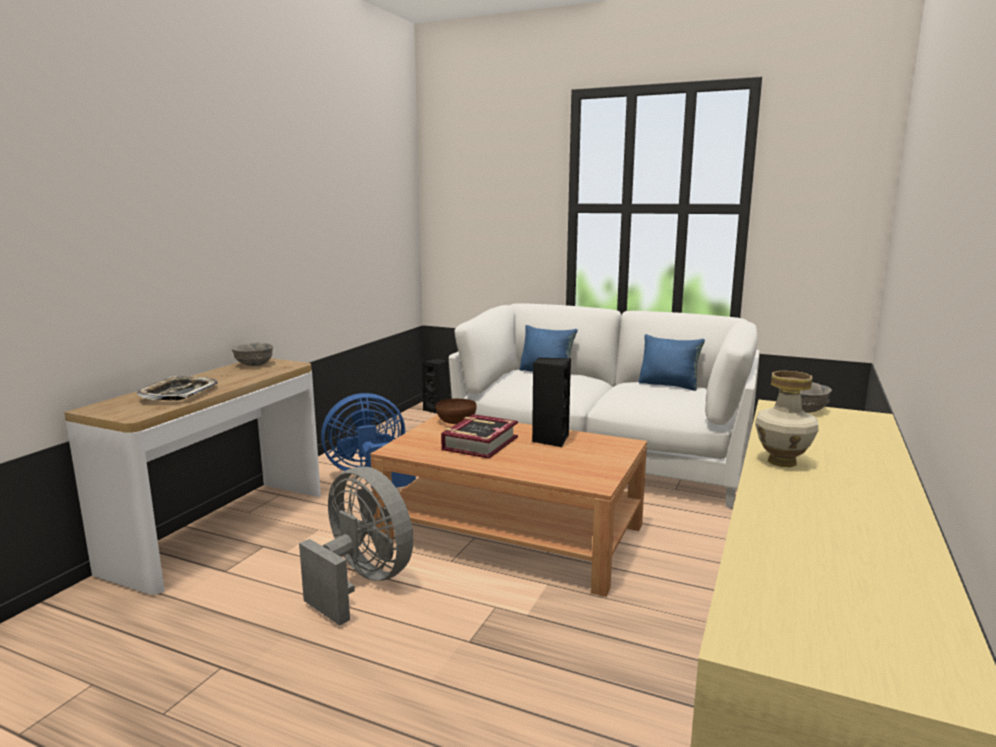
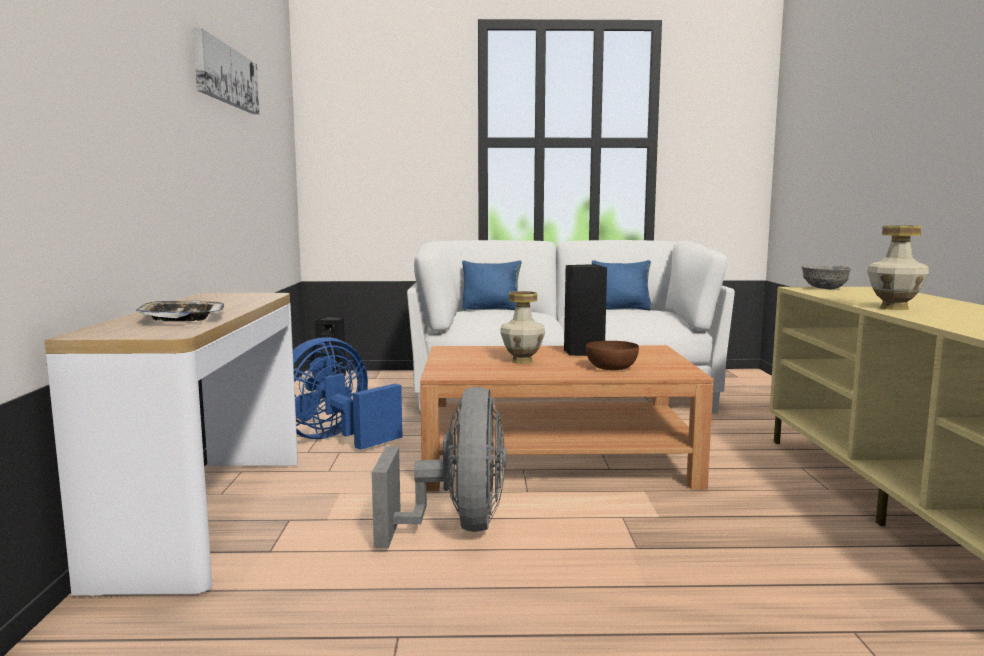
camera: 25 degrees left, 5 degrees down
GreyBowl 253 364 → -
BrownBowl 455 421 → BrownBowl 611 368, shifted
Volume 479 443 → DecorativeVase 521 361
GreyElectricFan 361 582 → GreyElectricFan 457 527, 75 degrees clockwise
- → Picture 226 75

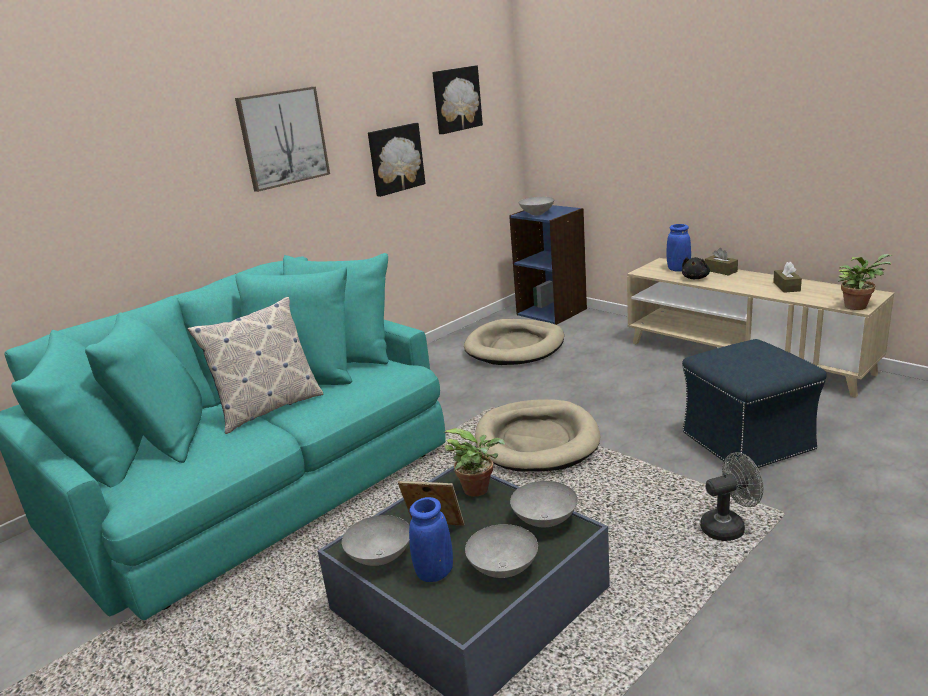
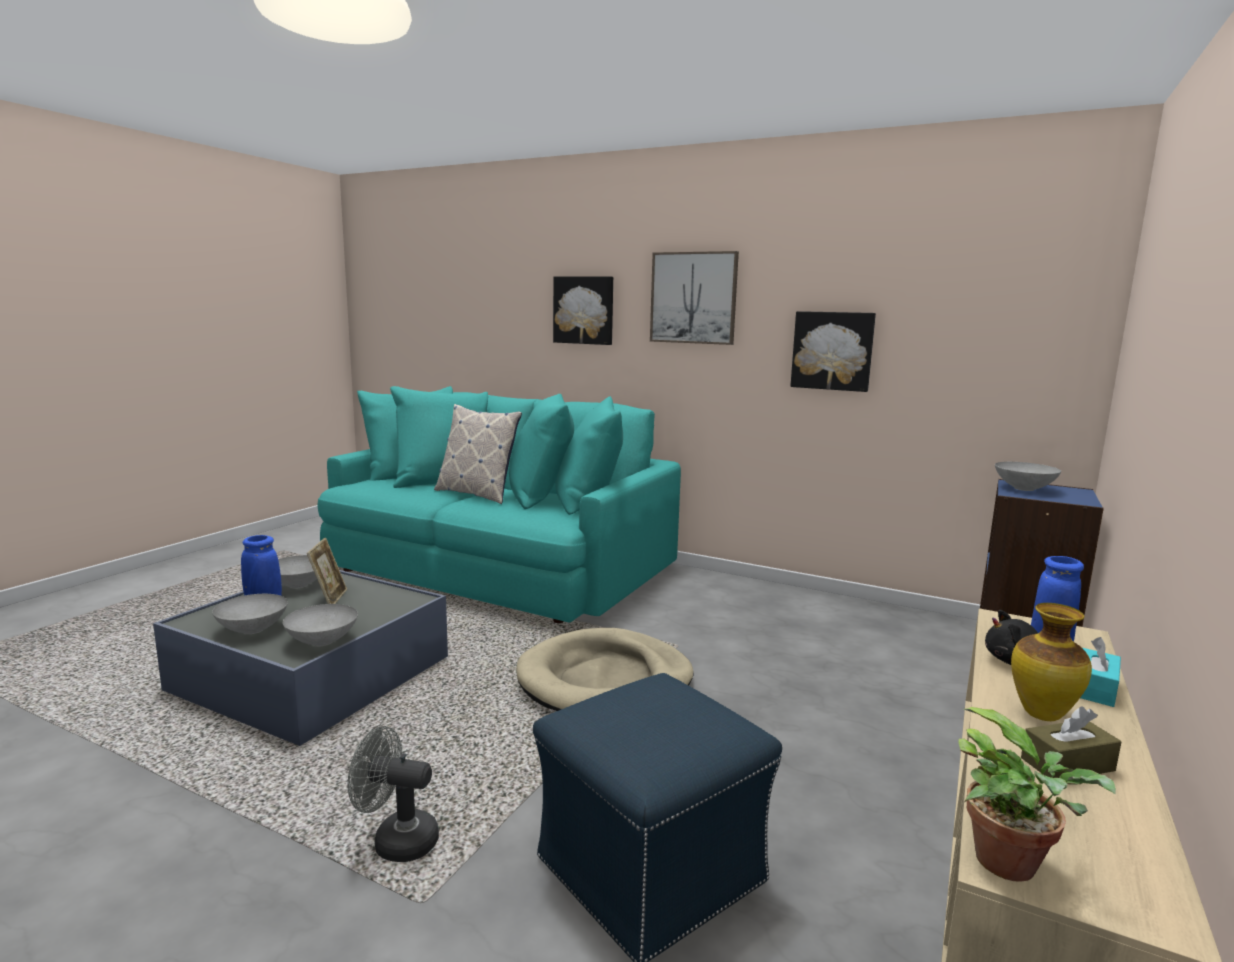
camera: 70 degrees right, 10 degrees down
Picture 456 99 → Picture 584 310, shifted
BrownTissueBox 720 271 → TurquoiseTissueBox 1094 688
SandColouredDogCushion 515 346 → -
PlantInAPot 479 489 → -
GreyElectricFan 728 527 → GreyElectricFan 396 840, 135 degrees clockwise
- → DecorativeVase 1042 714

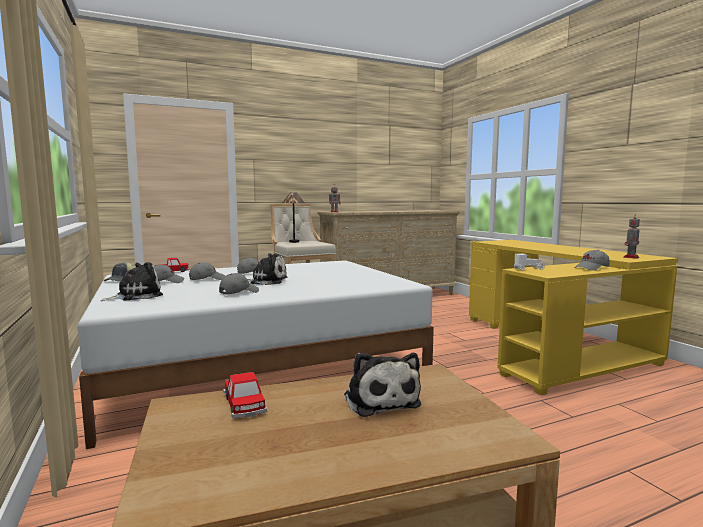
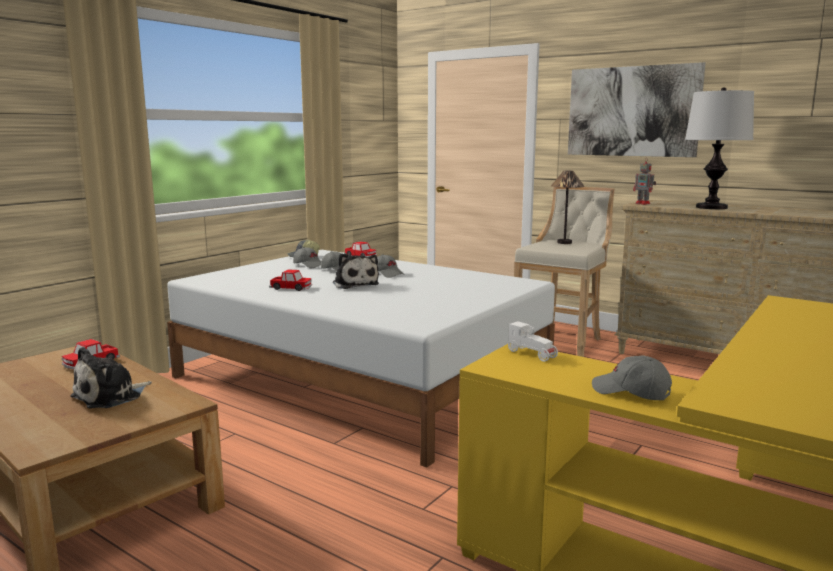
camera: 60 degrees right, 5 degrees up
ToyRobot 631 257 → -
SoftToy 136 296 → -
GreyPeakedCap 239 292 → ToyCar 291 288
- → Picture 632 111
- → LampForATable 711 207

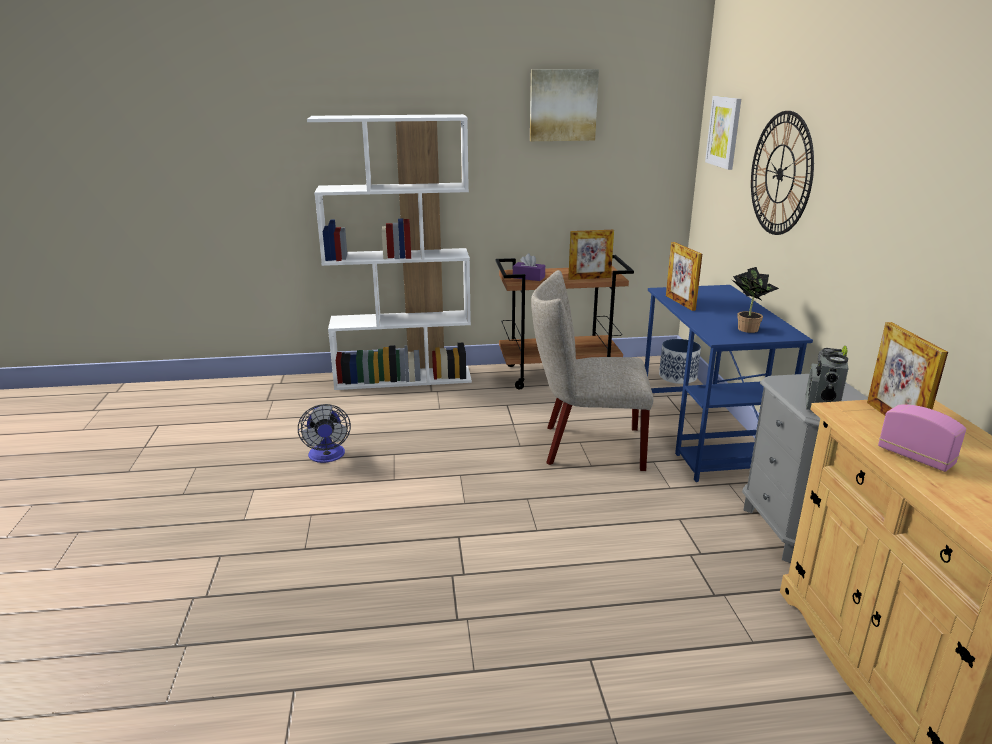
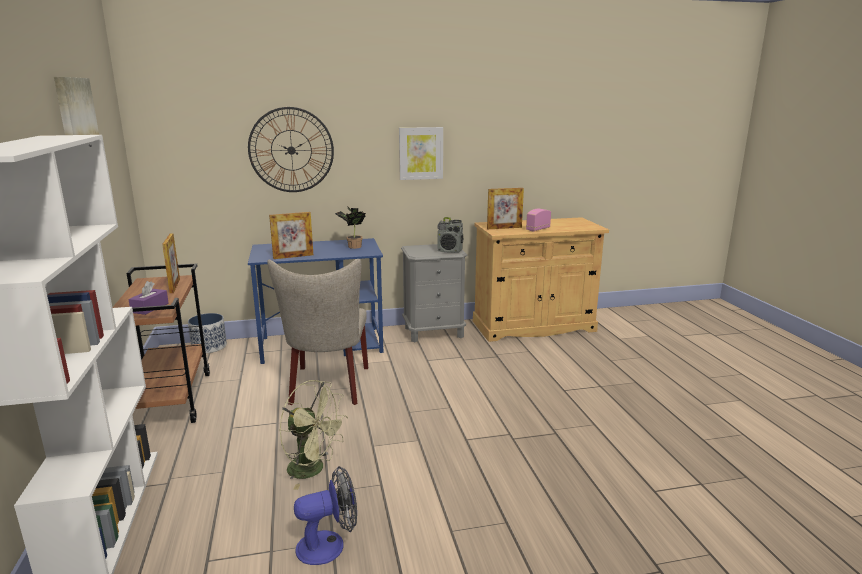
camera: 95 degrees left, 5 degrees down
Picture 724 132 → Picture 420 153, shifted
- → GreenishElectricFan 313 470

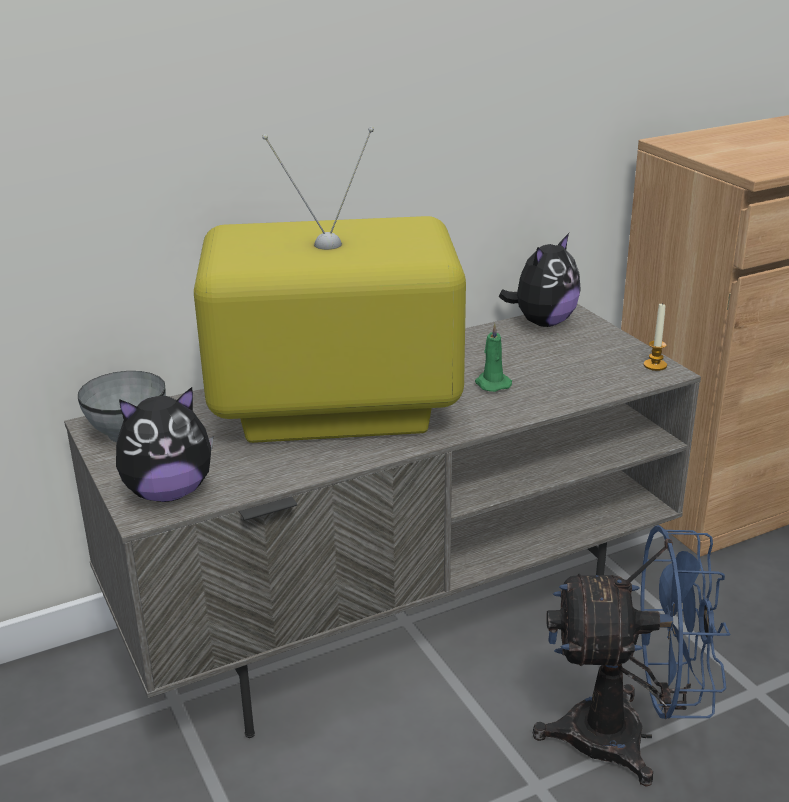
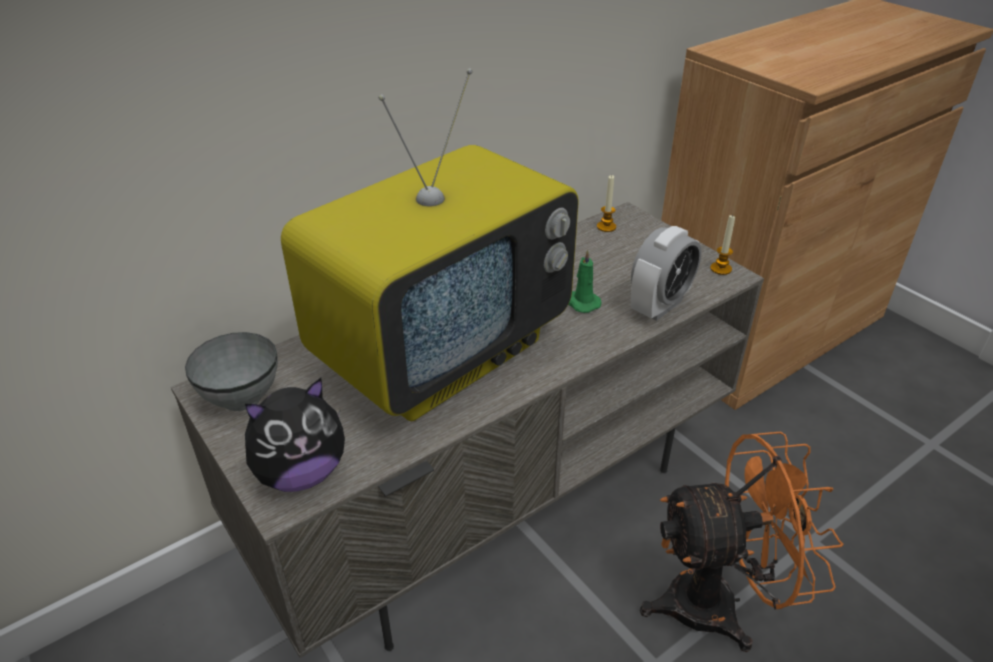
camera: 10 degrees left, 10 degrees up
Television 332 413 → Television 442 352, 150 degrees clockwise
SoftToy 543 322 → Candle 606 227
BlueColouredElectricFan 627 737 → OrangeColouredElectricFan 719 603
- → AlarmClock 659 306

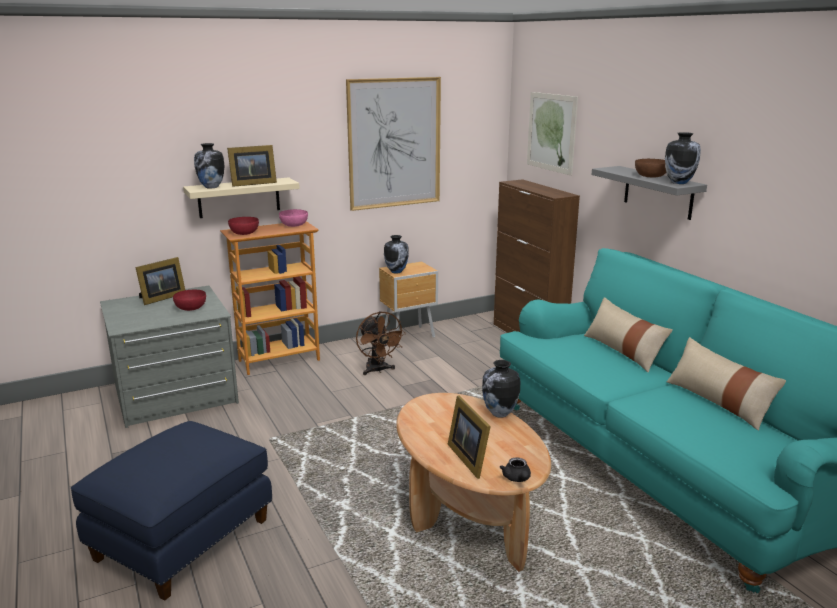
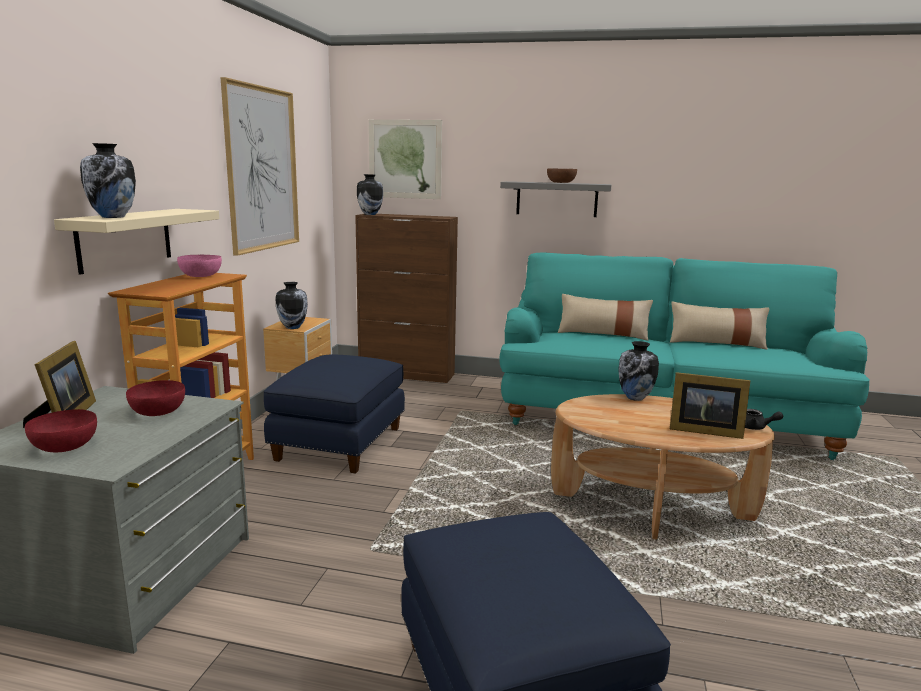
camera: 50 degrees left, 5 degrees down
DecorativeVase 679 182 → DecorativeVase 370 214, shifted
StandingFrame 251 183 → -
RedBowl 244 233 → RedBowl 64 446, shifted
BrownElectricFan 378 370 → BlueColouredFootrest 339 443

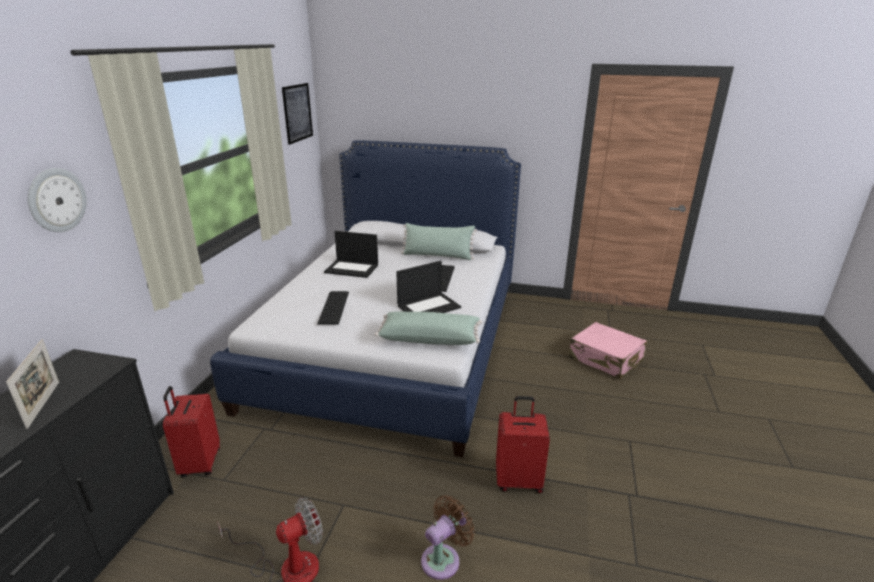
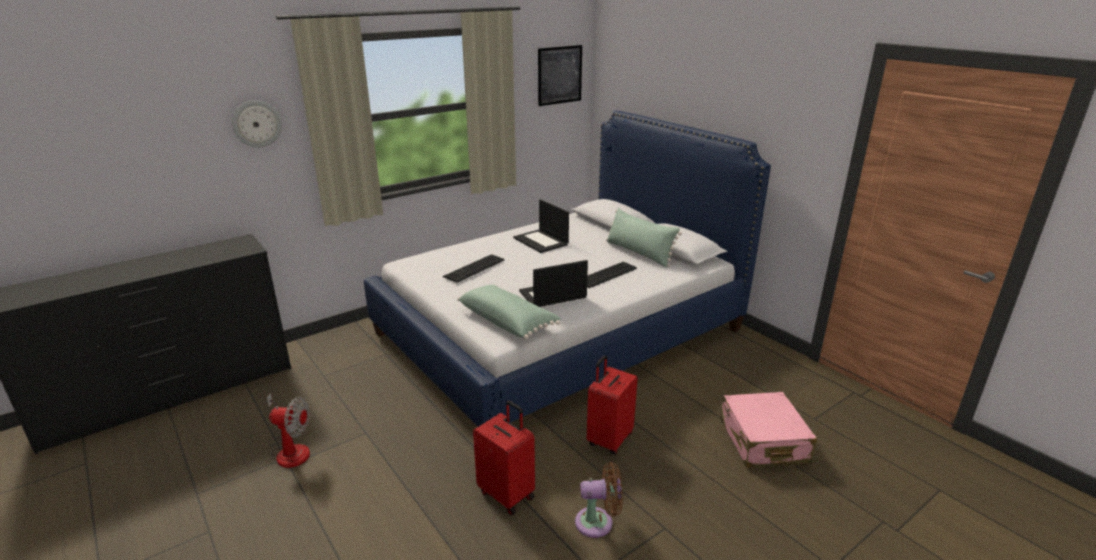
camera: 40 degrees right, 0 degrees up
PortableComputer 429 306 → PortableComputer 552 295, 150 degrees clockwise
StandingFrame 43 404 → -
RedSuitcase 199 463 → RedSuitcase 609 439, shifted
BrownElectricFan 443 559 → BrownElectricFan 598 522, shifted

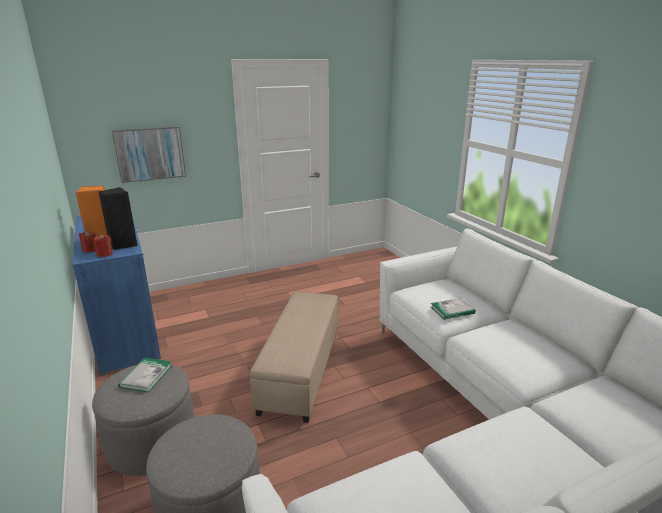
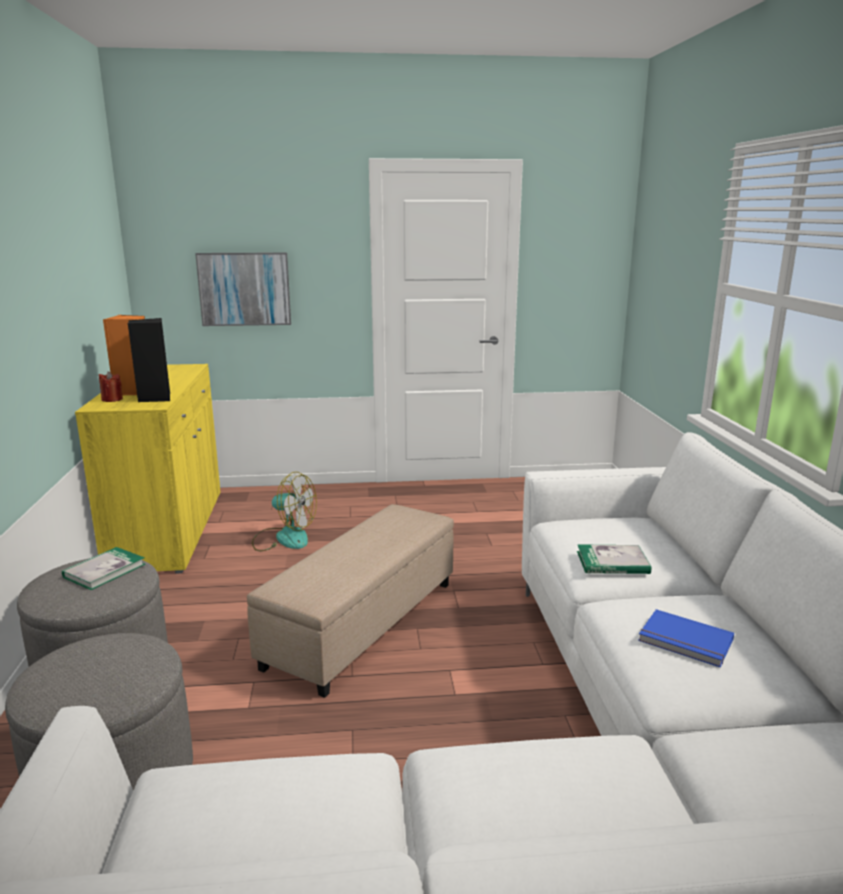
camera: 20 degrees right, 5 degrees down
BlueColouredCabinet 126 332 → YellowishCabinet 169 531
RedCandle 105 254 → -
- → ElectricFan 284 538
- → BlueColouredVolume 685 642

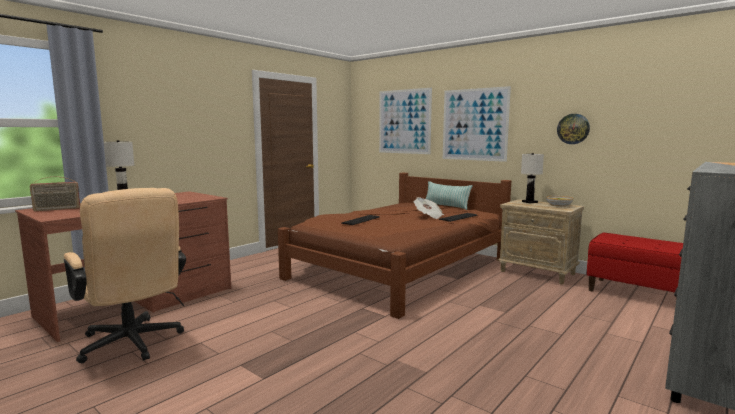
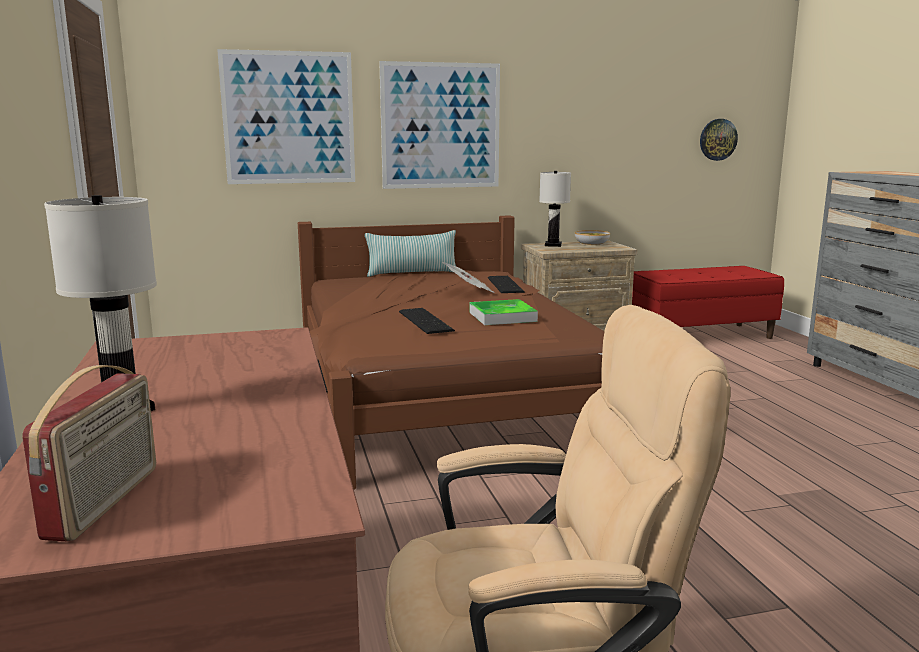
camera: 55 degrees left, 5 degrees up
HangingClock 573 129 → HangingClock 718 139, shifted
- → CarryingTray 502 317

